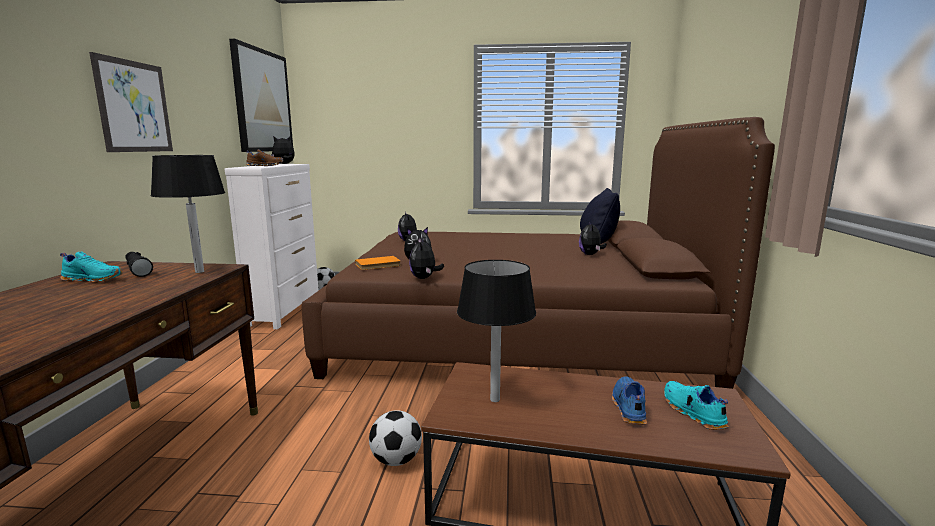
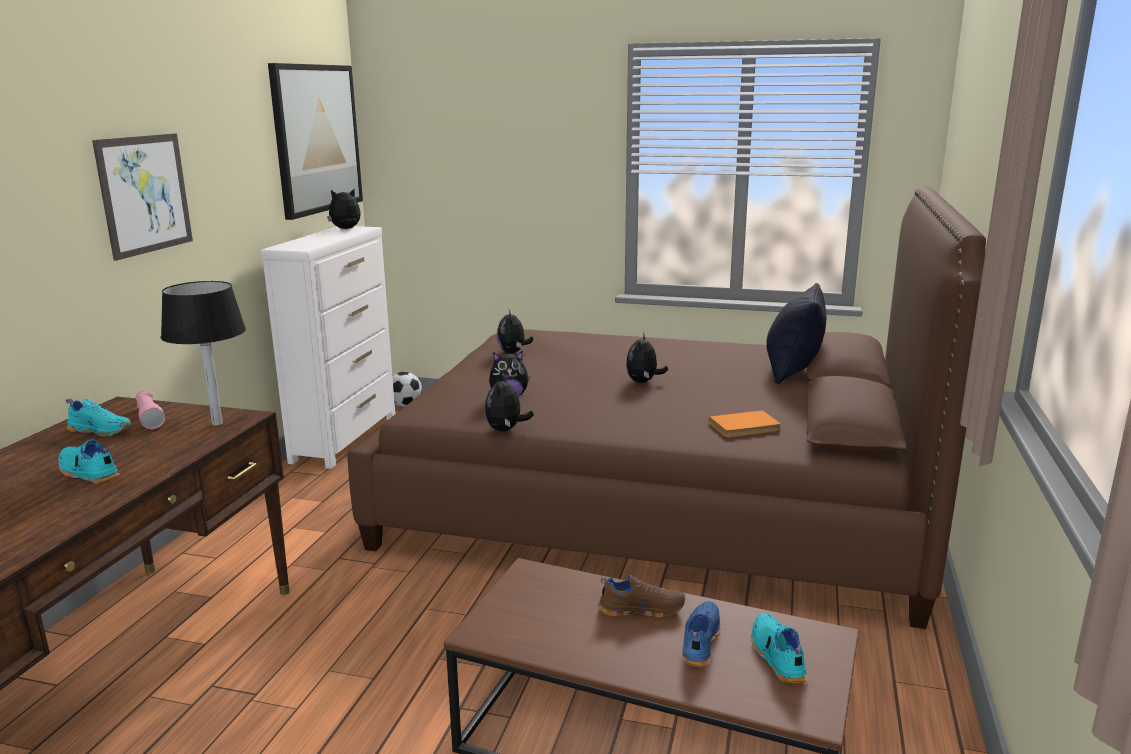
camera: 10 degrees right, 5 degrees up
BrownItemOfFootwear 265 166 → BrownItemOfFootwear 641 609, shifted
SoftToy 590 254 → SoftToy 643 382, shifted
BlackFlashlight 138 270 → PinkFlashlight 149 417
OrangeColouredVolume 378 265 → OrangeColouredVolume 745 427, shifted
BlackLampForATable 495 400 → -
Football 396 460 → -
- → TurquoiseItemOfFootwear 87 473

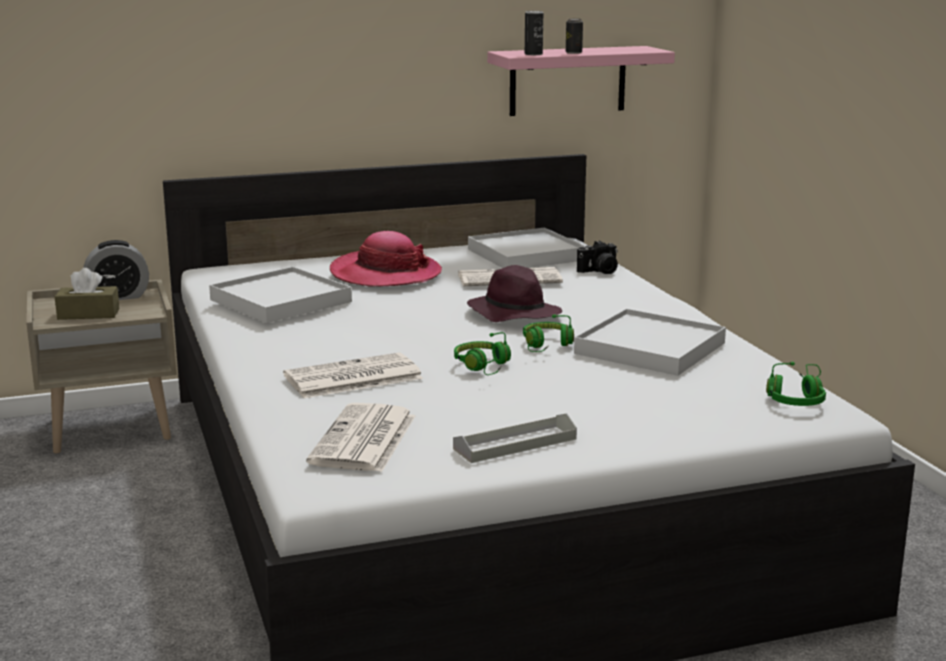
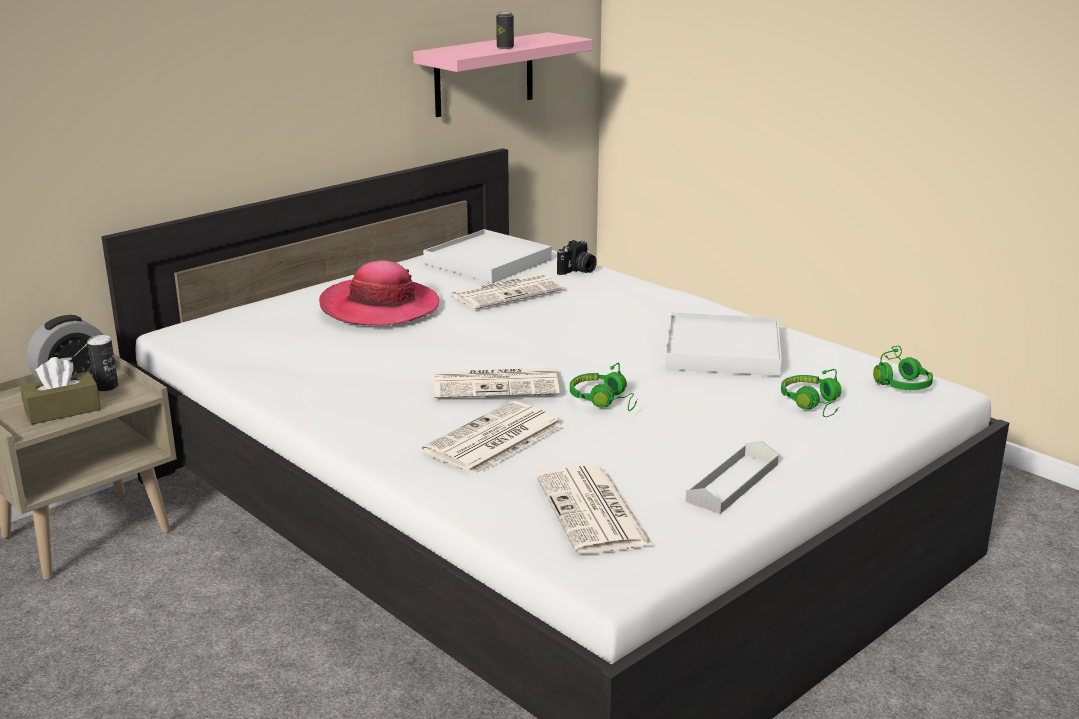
camera: 25 degrees left, 5 degrees up
Can 533 54 → Can 106 387, shifted
PurpleColouredWearableHat 513 314 → -
WhiteColouredCarryingTray 281 301 → -
GreenishPairOfHeadphones 546 346 → GreenishPairOfHeadphones 813 404, shifted
- → Newspaper 497 384

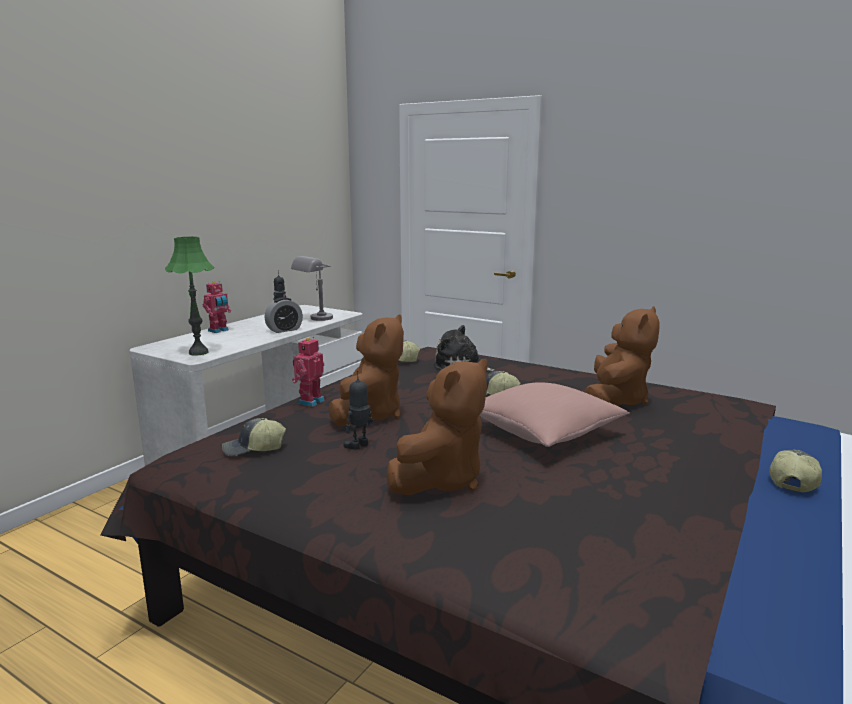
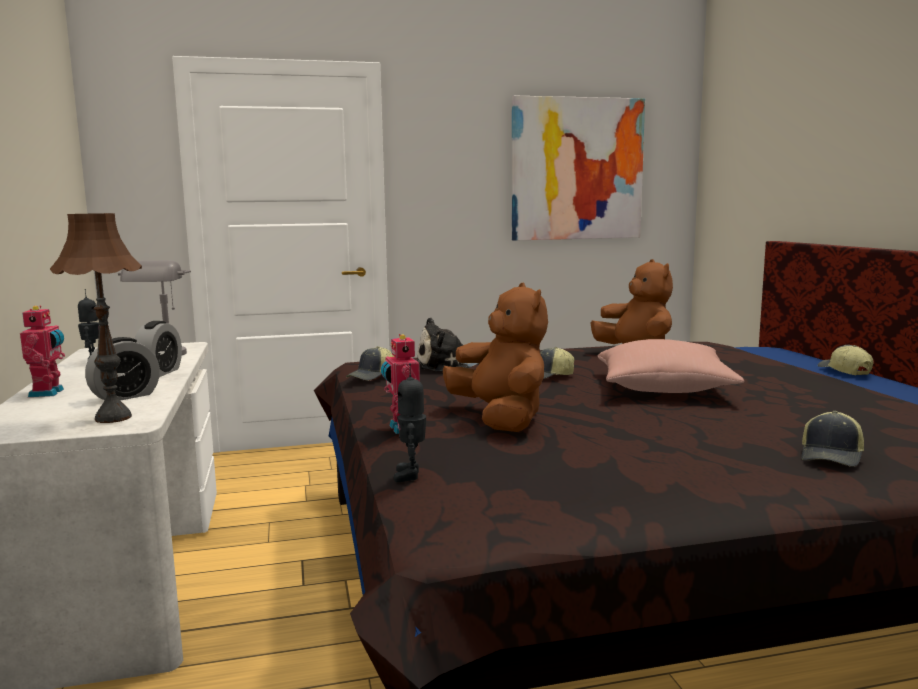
camera: 45 degrees left, 5 degrees down
GreenishLampForATable 198 352 → BrownLampForATable 114 418
BrownSoftToy 441 480 → -
ToyRobot 359 446 → ToyRobot 411 475, shifted
PeakedCap 253 449 → PeakedCap 832 456, shifted
- → Picture 577 169
- → AlarmClock 125 396

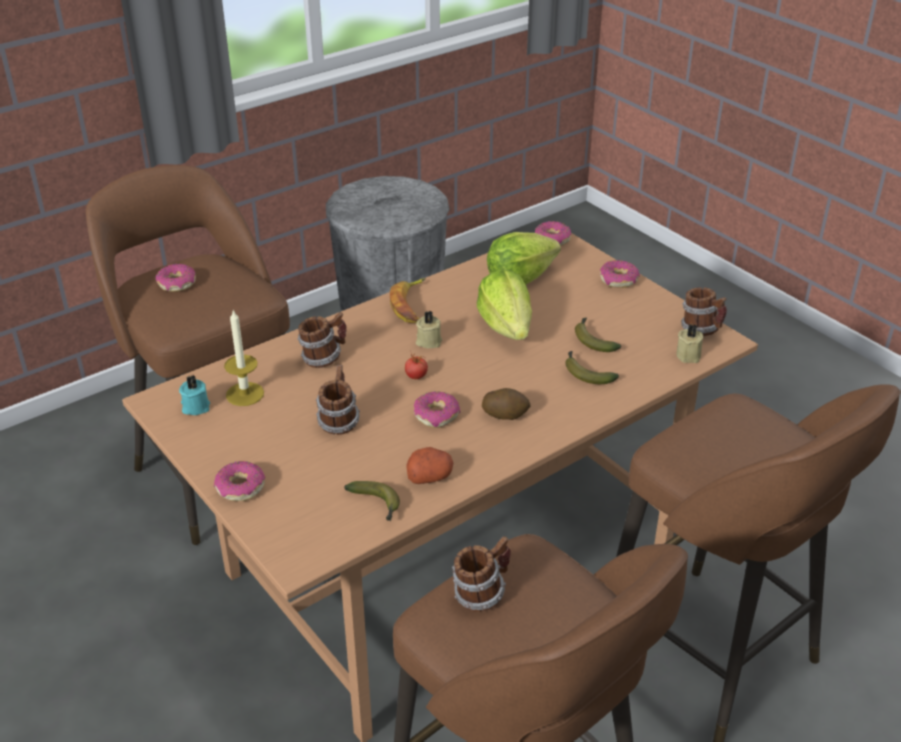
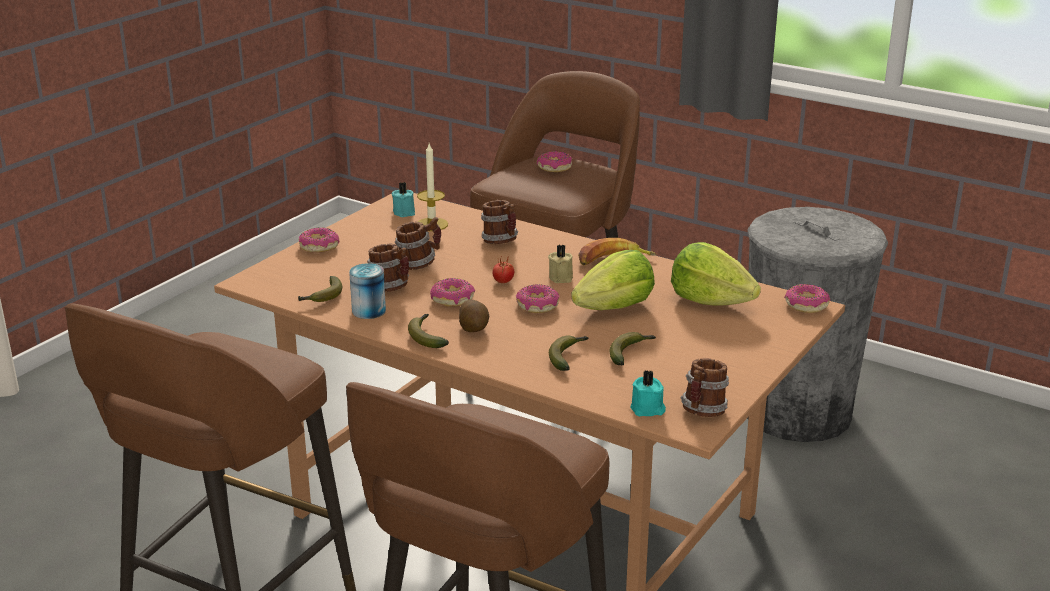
camera: 70 degrees right, 10 degrees down
RingDoughnut 619 280 → RingDoughnut 537 306, shifted
SandColouredCandle 689 355 → TurquoiseCandle 648 409
WholePotato 430 476 → Can 369 311
CoffeeMug 481 594 → CoffeeMug 391 288, shifted
- → BananaFruit 427 336

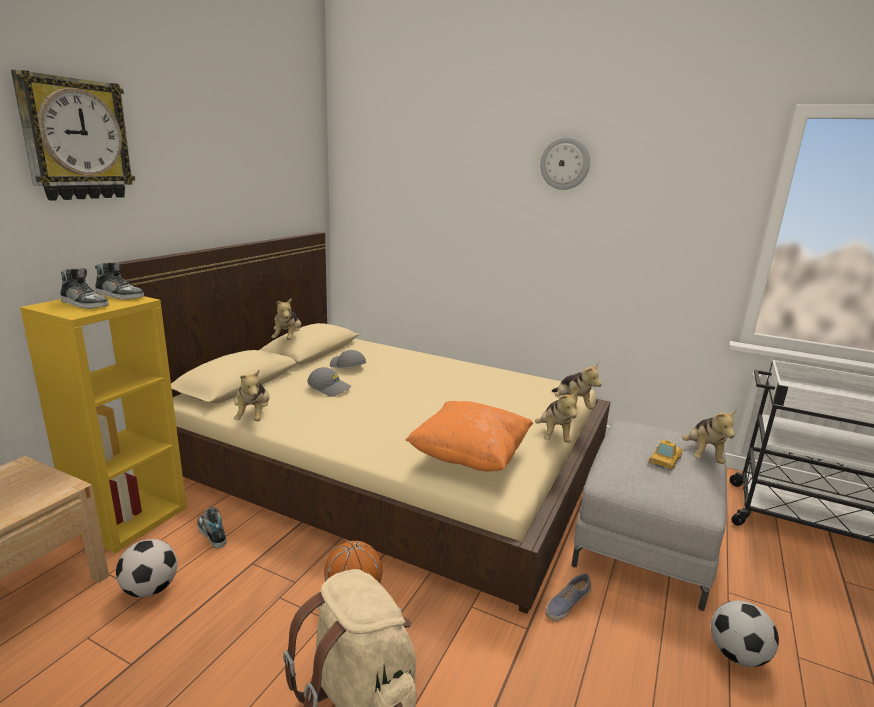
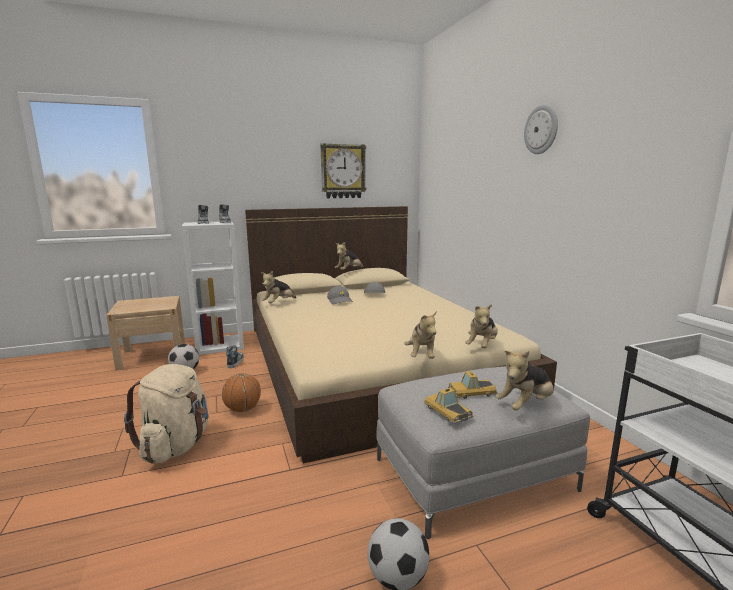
camera: 45 degrees right, 5 degrees down
HangingClock 76 140 → HangingClock 343 171, shifted
YellowishBookcase 129 517 → WhiteColouredBookcase 220 345
SoftToy 554 436 → SoftToy 421 355, 45 degrees counterclockwise
OrangeColouredPillow 470 458 → -
ItemOfFootwear 567 604 → -
- → ToyCar 447 411

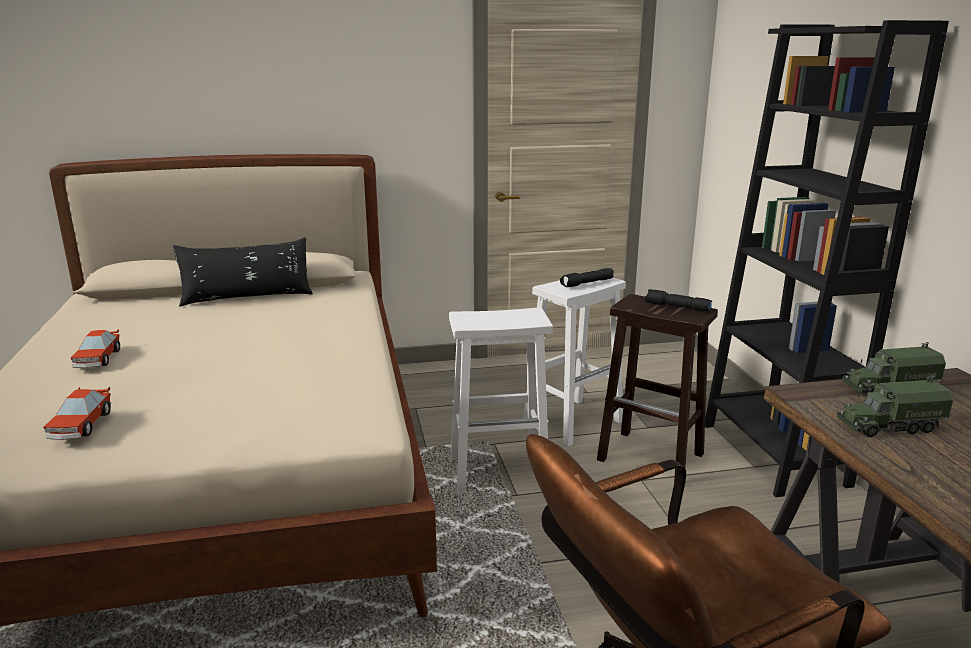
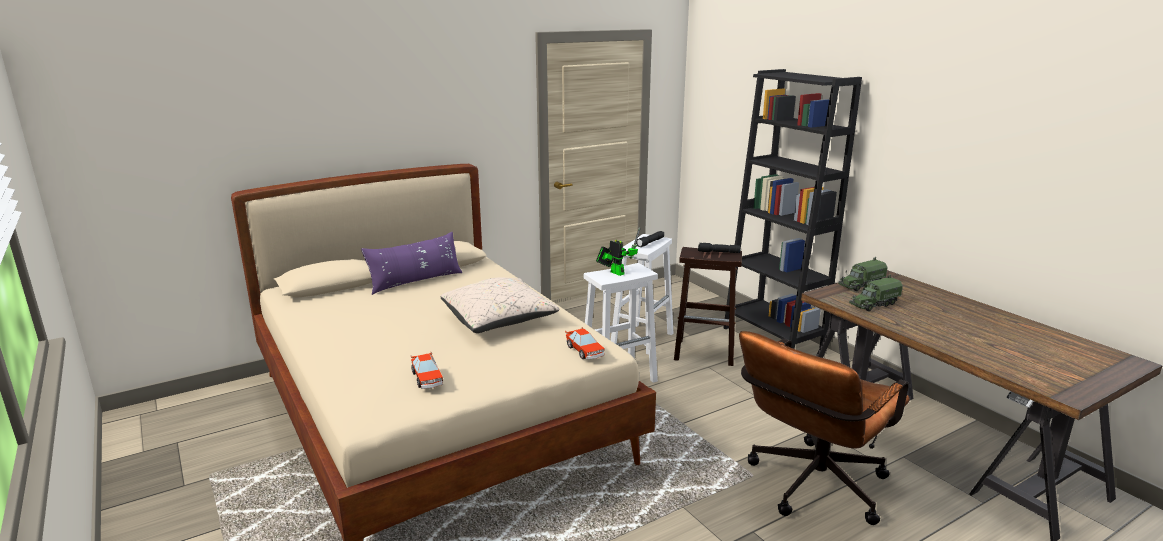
camera: 20 degrees left, 0 degrees up
BlackPillow 247 298 → PurpleColouredPillow 416 281
ToyCar 98 359 → ToyCar 585 351, shifted
- → ToyRobot 615 272
- → SandColouredPillow 499 320

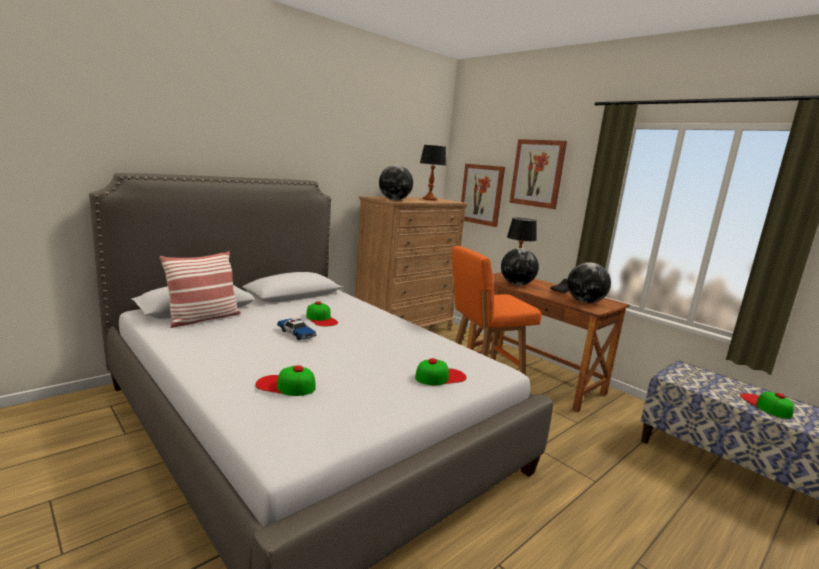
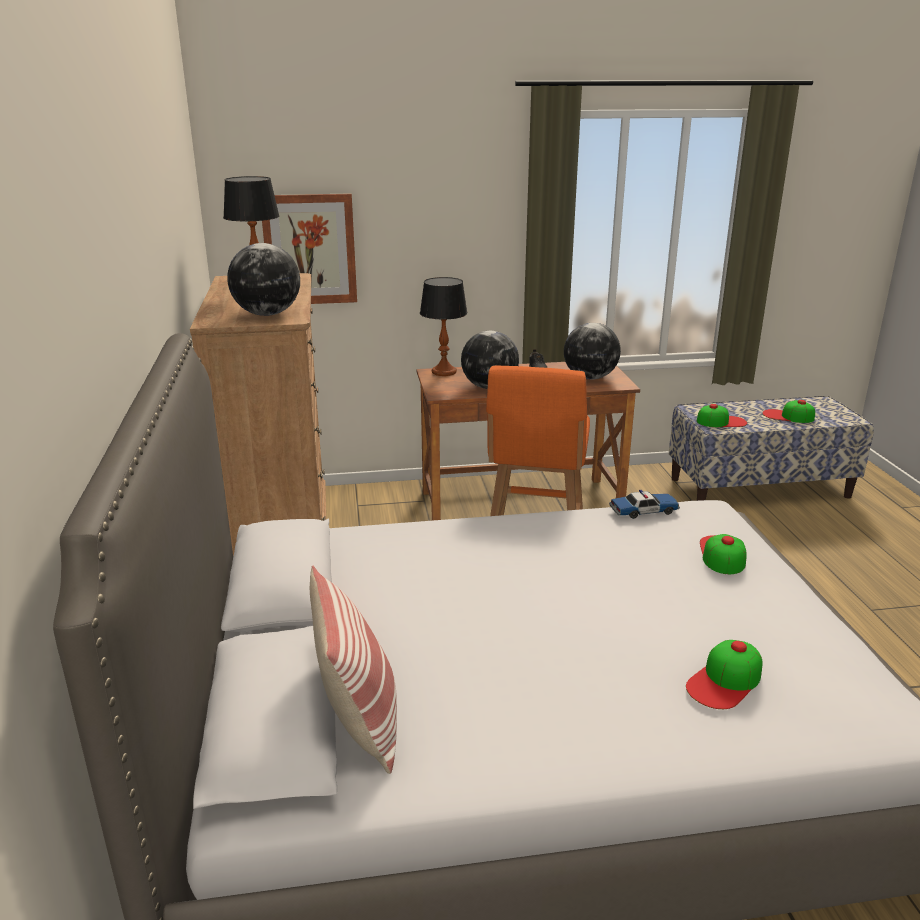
camera: 55 degrees left, 10 degrees up
Picture 537 173 → -
PeakedCap 321 319 → PeakedCap 721 421, shifted
ToyCar 296 333 → ToyCar 644 511, shifted

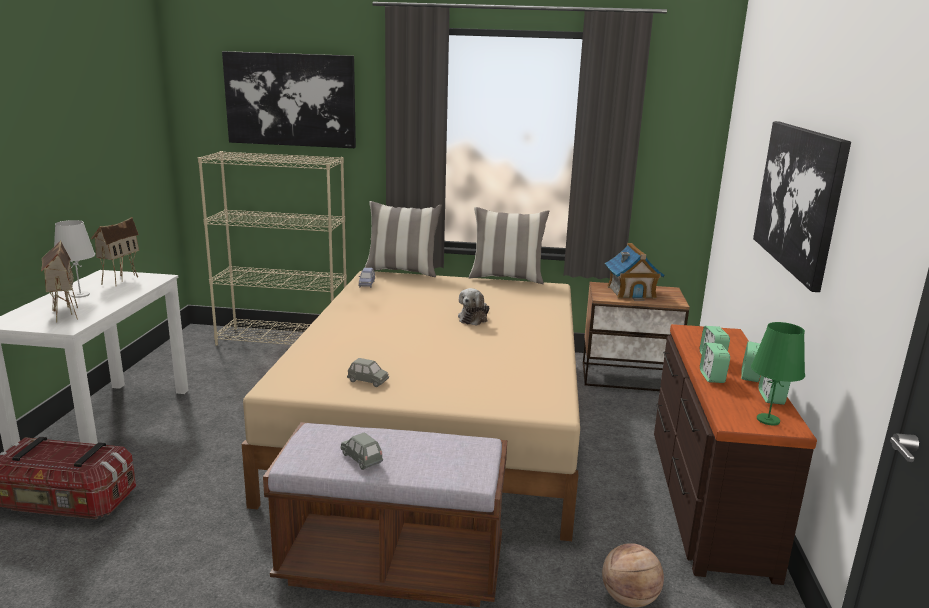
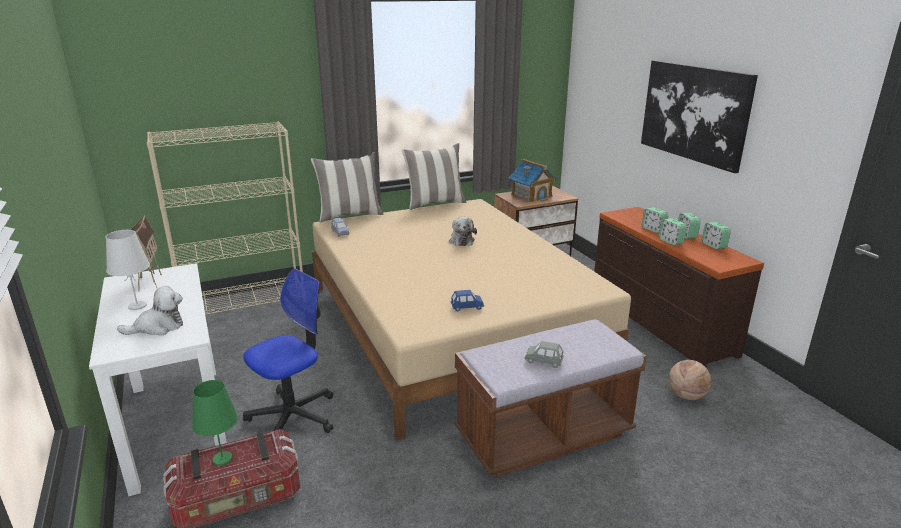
camera: 30 degrees left, 5 degrees up
Picture 290 100 → -
ToyHouse 63 314 → SoftToy 158 327
GreenishLampForATable 767 420 → GreenishLampForATable 222 459, shifted
GreyToyCar 368 381 → BlueColouredToyCar 467 307
- → ComputerChair 293 416

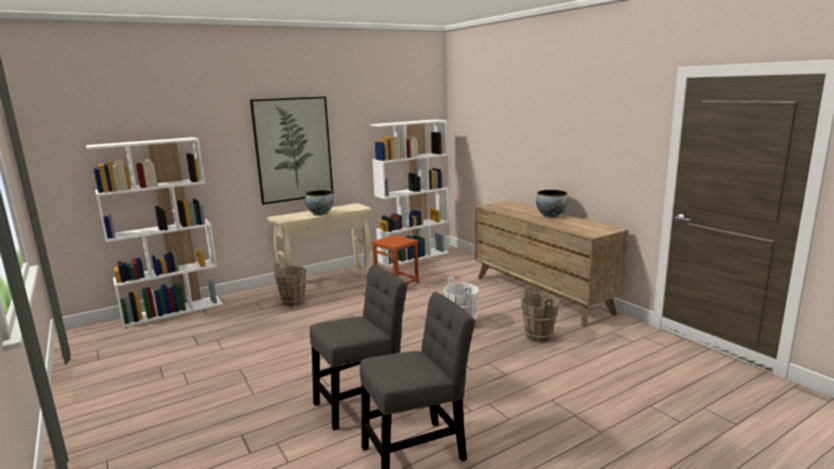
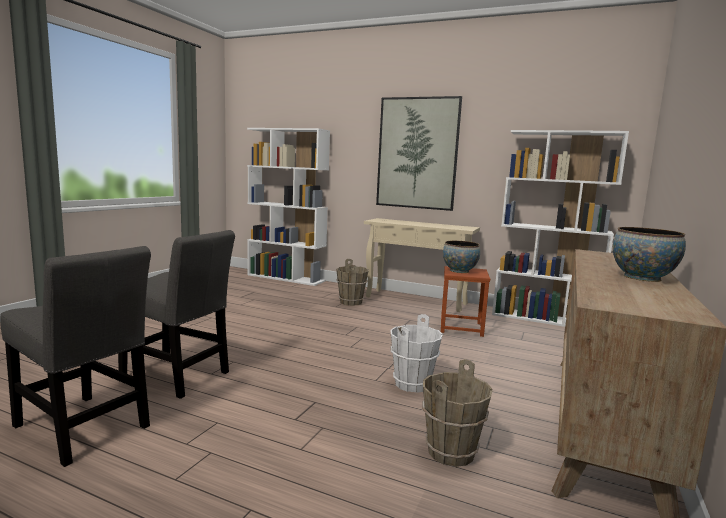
camera: 55 degrees right, 5 degrees down
Bowl 320 214 → Bowl 459 271, shifted

